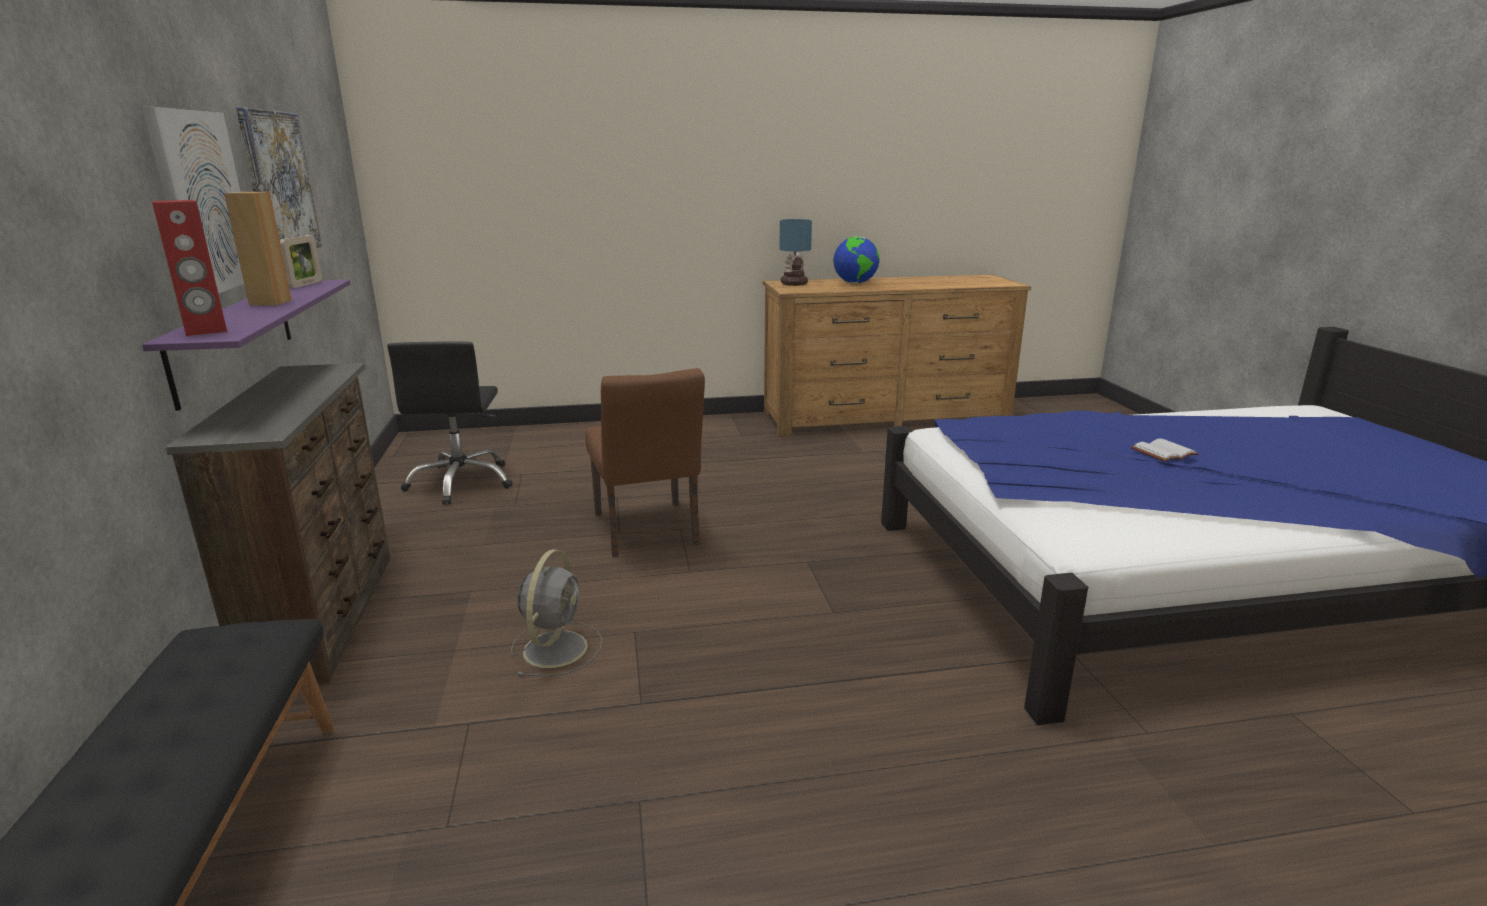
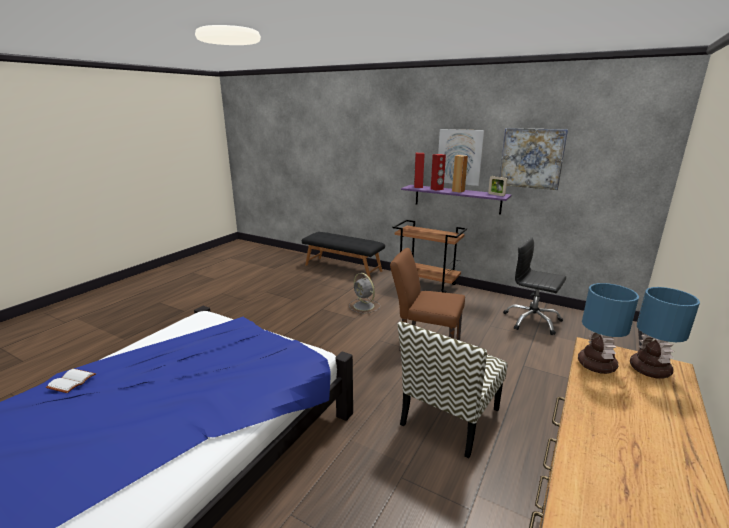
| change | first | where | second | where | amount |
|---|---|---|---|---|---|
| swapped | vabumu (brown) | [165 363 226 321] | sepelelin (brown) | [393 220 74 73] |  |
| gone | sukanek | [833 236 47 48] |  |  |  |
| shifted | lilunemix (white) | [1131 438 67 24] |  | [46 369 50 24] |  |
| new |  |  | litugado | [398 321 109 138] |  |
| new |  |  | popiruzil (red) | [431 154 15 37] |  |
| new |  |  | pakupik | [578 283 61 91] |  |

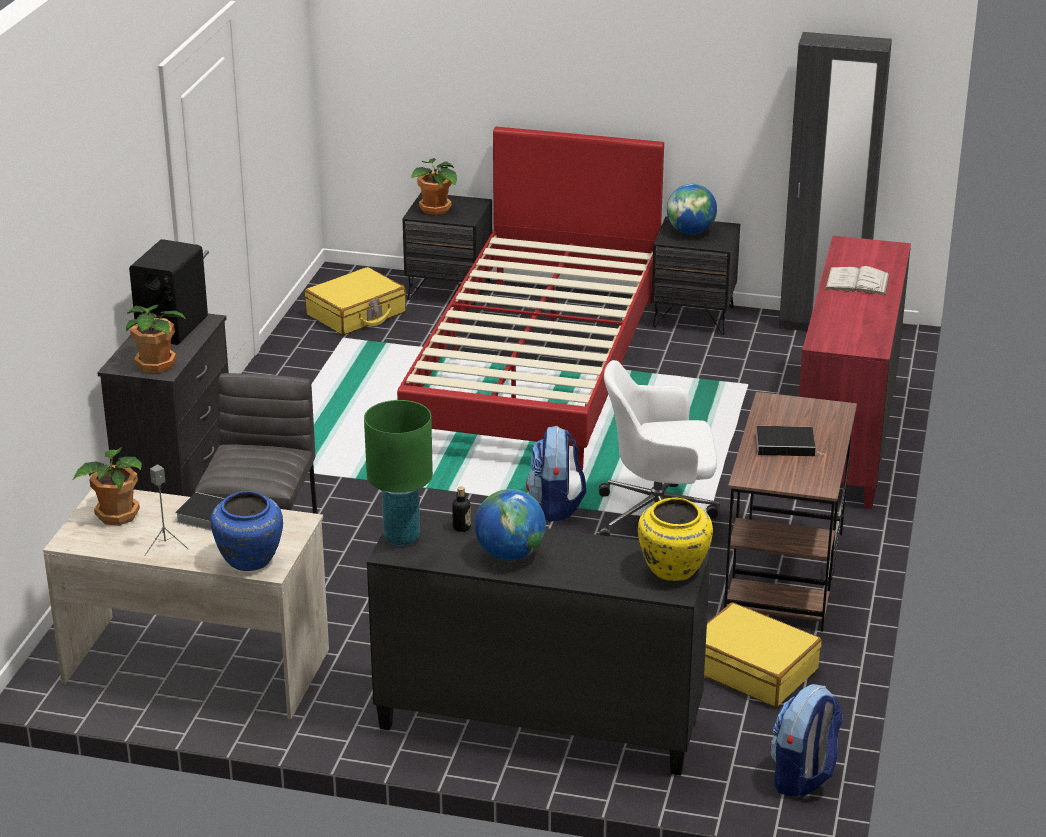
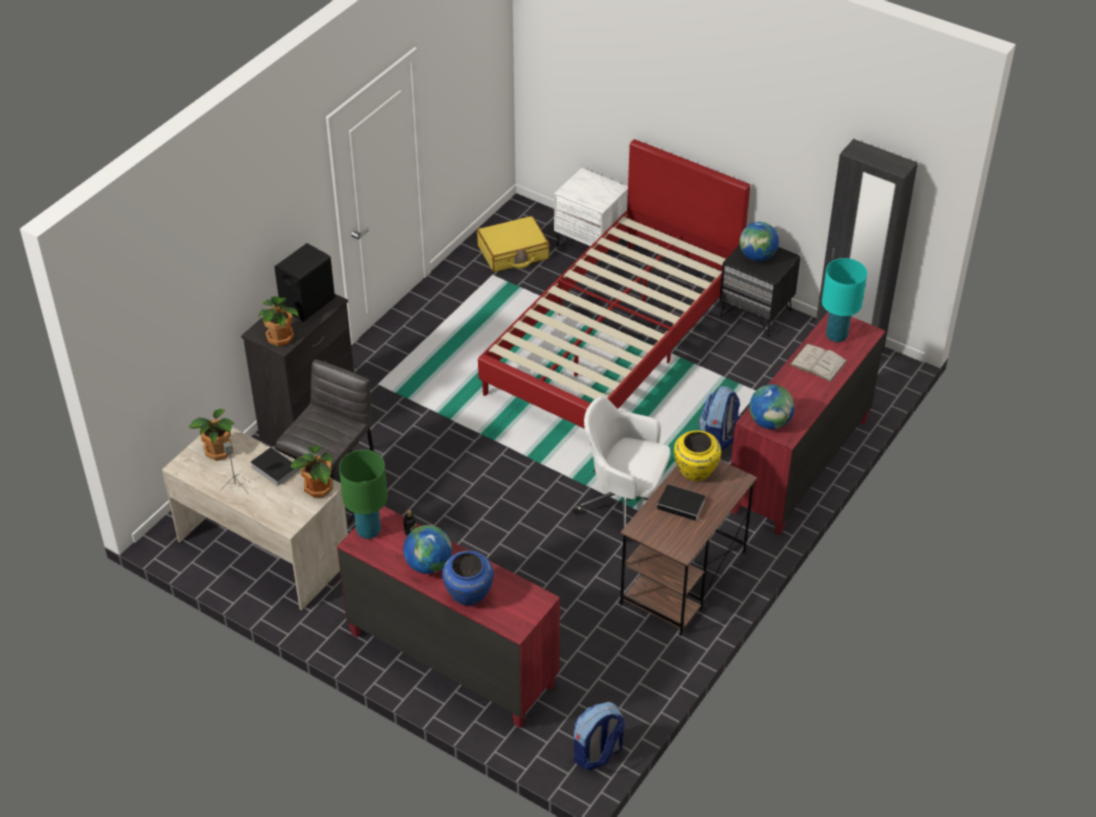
| change | first | where | second | where | amount |
|---|---|---|---|---|---|
| shifted | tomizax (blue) | [211 491 72 80] |  | [442 551 52 55] |  |
| repainted | vabumu (black) | [367 512 344 263] | vabumu (red) | [337 506 223 222] |  |
| repainted | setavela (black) | [403 192 89 113] | setavela (white) | [554 168 74 98] |  |
| shifted | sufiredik | [411 158 46 57] |  | [290 445 44 53] |  |
| shifted | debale | [526 426 60 96] |  | [699 386 41 65] |  |
| shifted | tomizax (yellow) | [638 497 75 84] |  | [674 430 47 51] |  |
| gone | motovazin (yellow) | [704 602 118 105] |  |  |  |
| new |  |  | sukanek | [749 384 46 45] |  |
| new |  |  | pakupik (turquoise) | [822 258 45 84] |  |

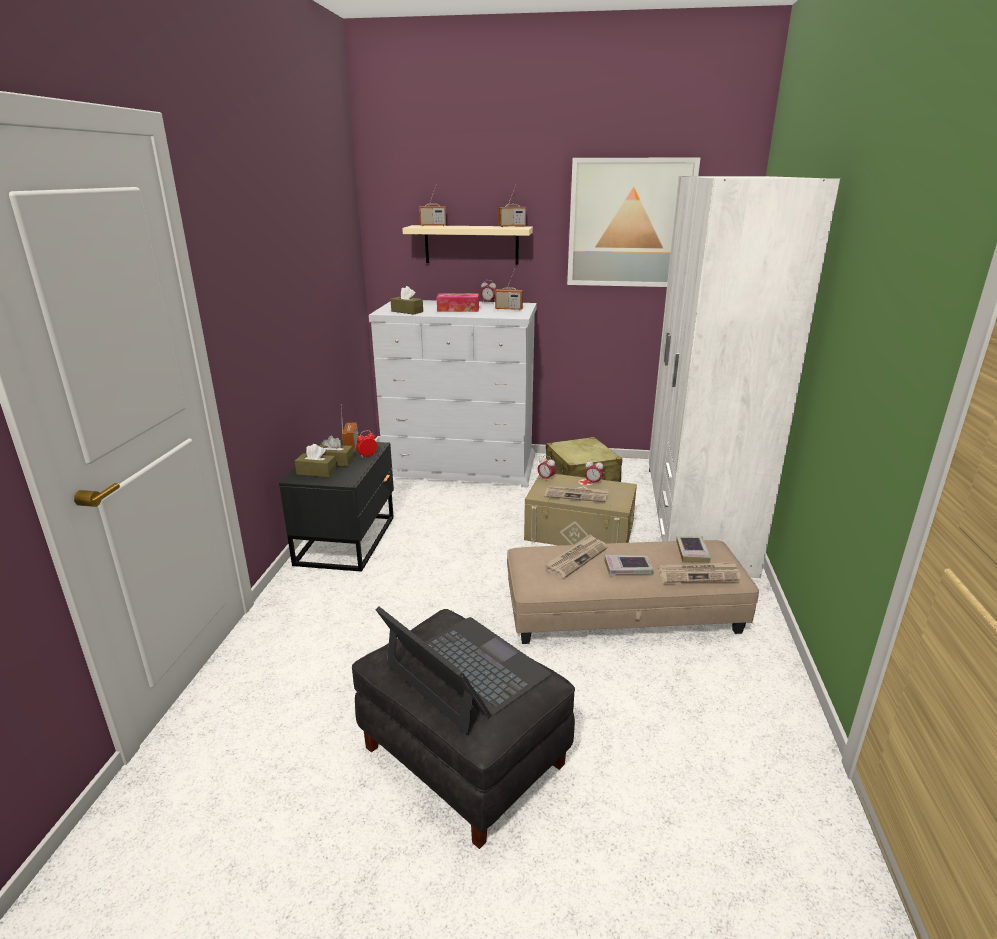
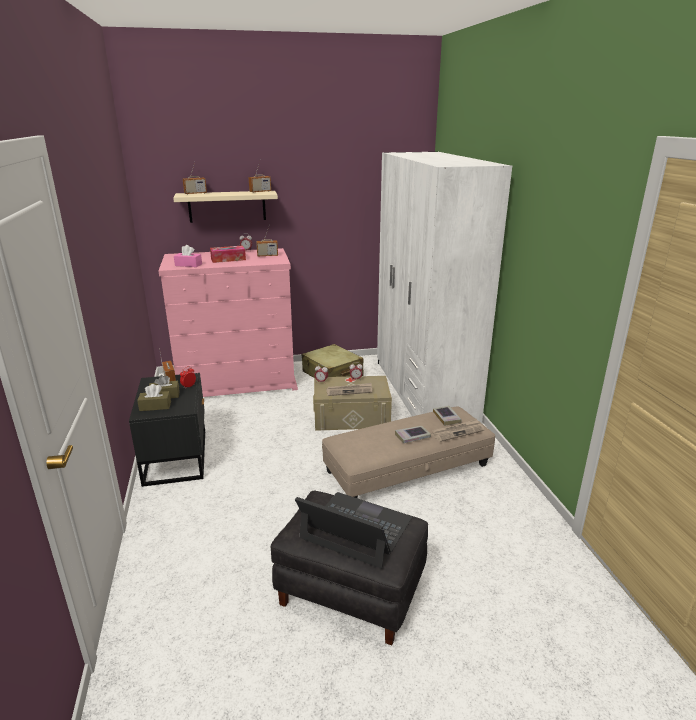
| change | first | where | second | where | amount |
|---|---|---|---|---|---|
| repainted | vabumu (white) | [369 300 168 188] | vabumu (pink) | [158 248 140 149] |  |
| repainted | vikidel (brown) | [391 286 32 29] | vikidel (pink) | [174 245 28 22] |  |
| gone | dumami | [545 534 62 44] |  |  |  |
| gone | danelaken | [567 158 133 129] |  |  |  |

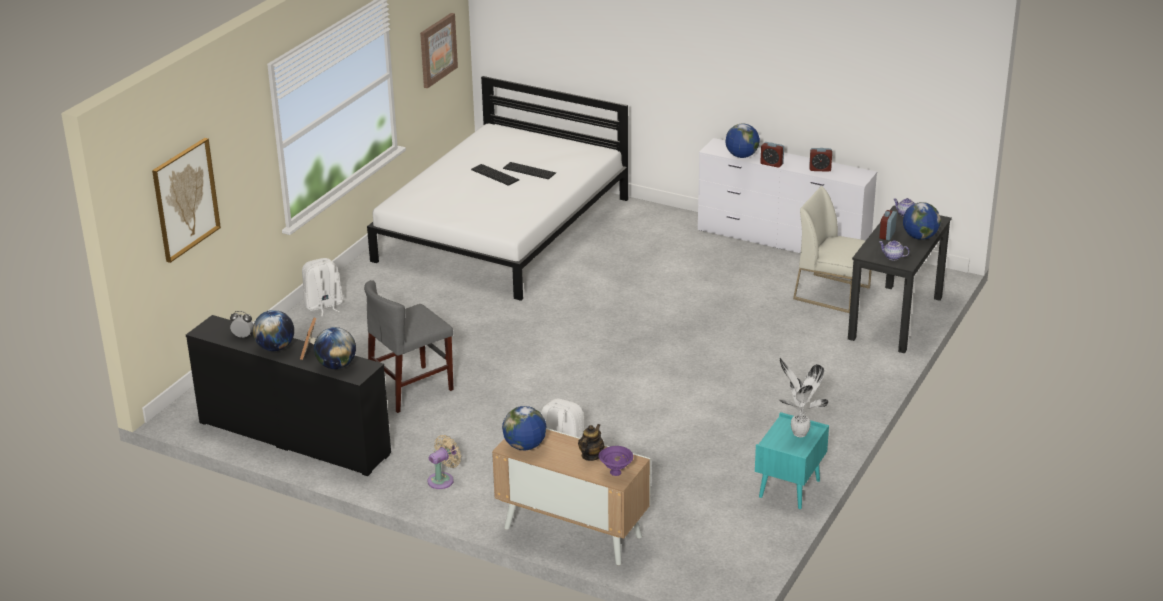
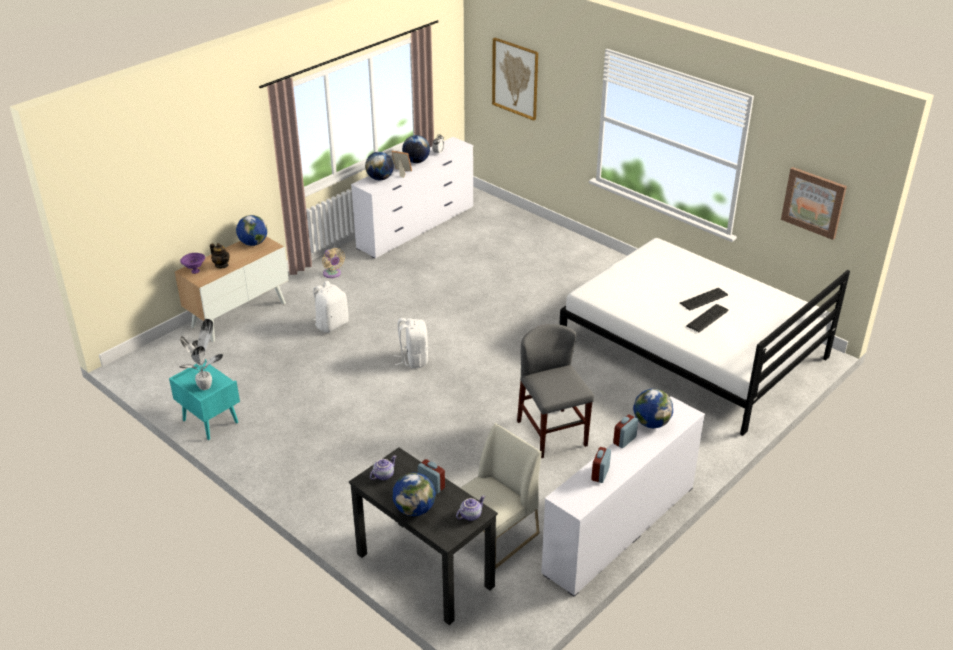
| change | first | where | second | where | amount |
|---|---|---|---|---|---|
| repainted | vabumu (black) | [186 315 205 161] | vabumu (white) | [351 137 122 121] |  |
| shifted | debale (white) | [302 258 41 58] |  | [394 318 34 50] |  |
| shifted | litugado (grey) | [364 280 90 133] |  | [517 324 77 134] |  |

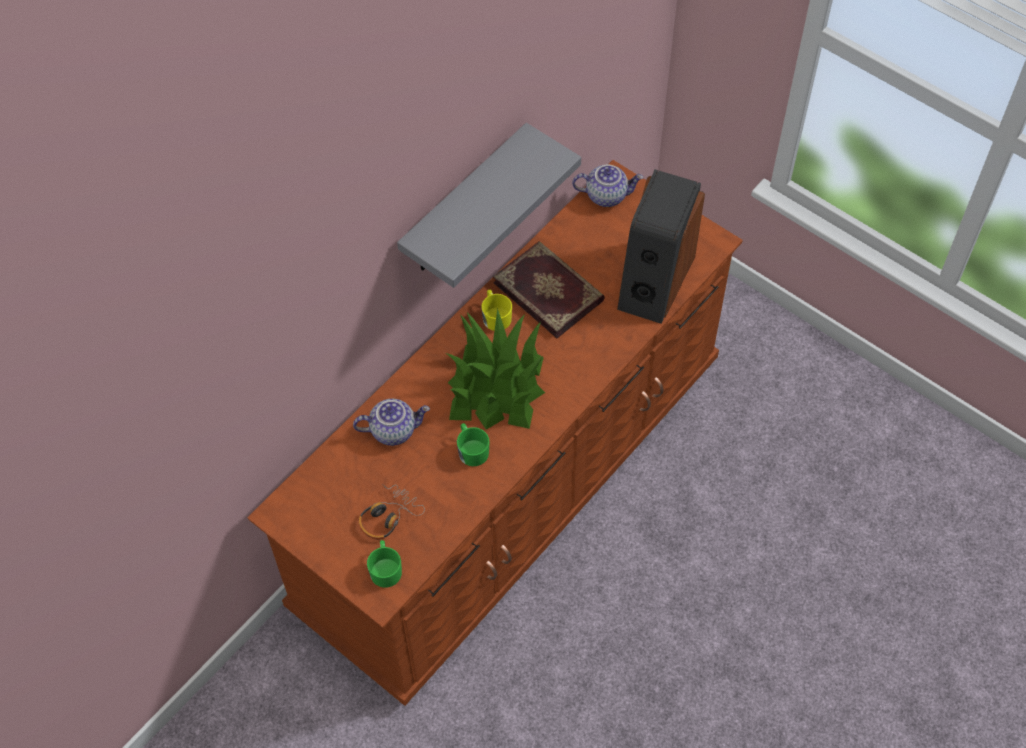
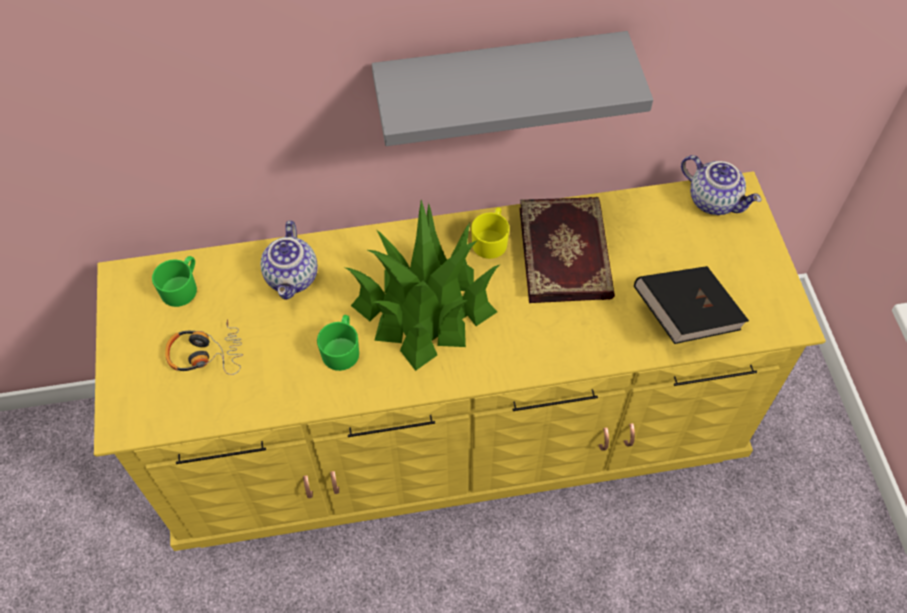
| change | first | where | second | where | amount |
|---|---|---|---|---|---|
| repainted | vabumu (brown) | [248 160 495 546] | vabumu (yellow) | [94 172 732 379] |  |
| rotated | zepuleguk | [353 399 77 47] |  | [261 221 57 79] | 60 degrees clockwise |
| shifted | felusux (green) | [367 540 35 48] |  | [152 256 45 51] |  |
| swapped | popiruzil | [617 169 88 155] | lilunemix (black) | [634 266 115 78] |  |

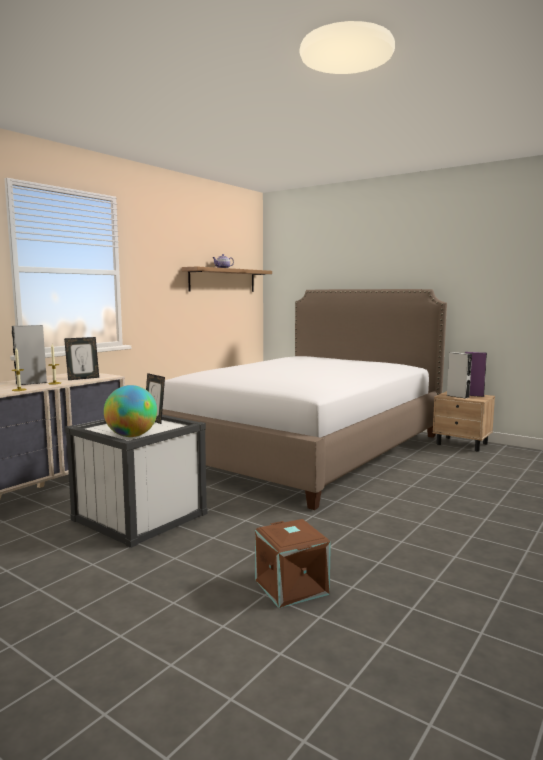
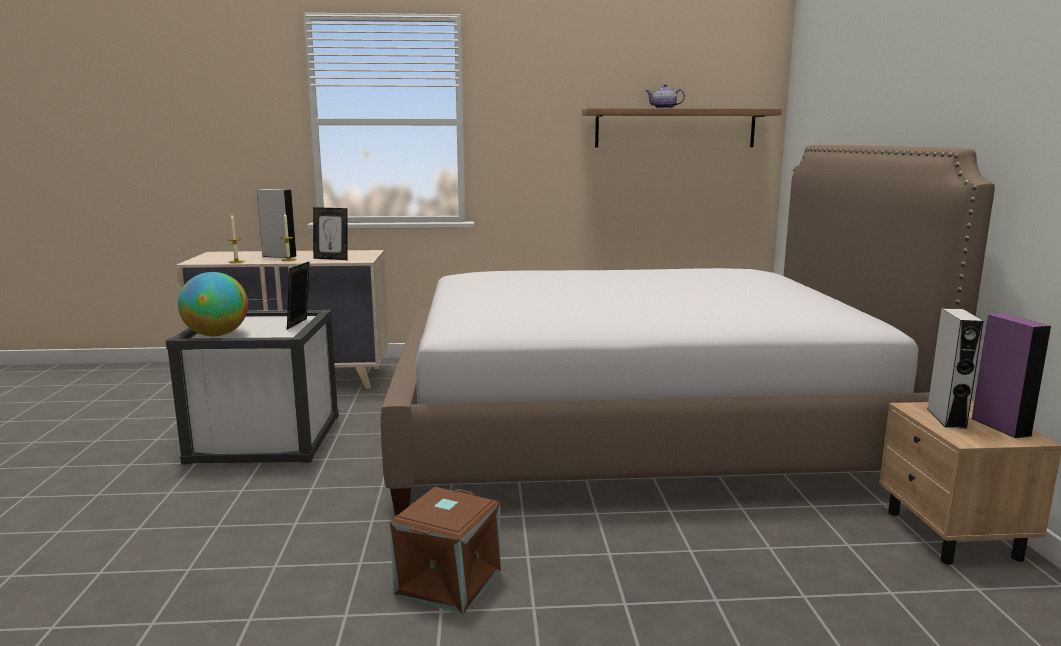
| change | first | where | second | where | amount |
|---|---|---|---|---|---|
| shifted | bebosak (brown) | [255 519 76 89] |  | [390 487 111 128] |  |

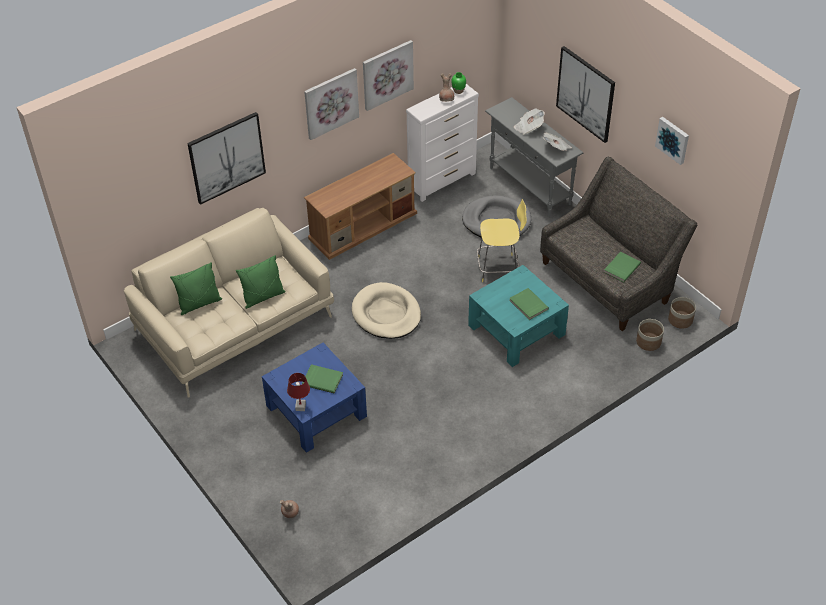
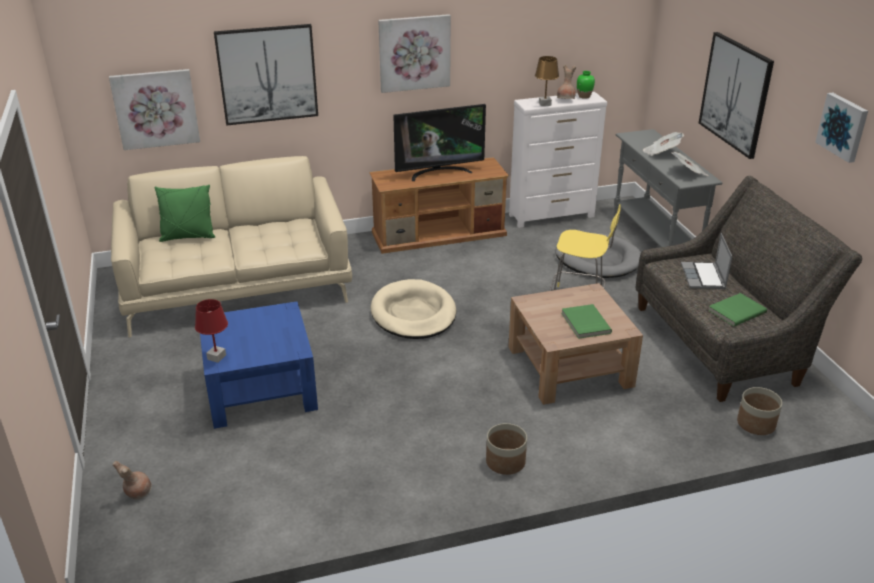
| change | first | where | second | where | amount |
|---|---|---|---|---|---|
| gone | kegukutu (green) | [236 255 50 54] |  |  |  |
| gone | lilunemix (green) | [302 364 41 29] |  |  |  |
| shifted | danelaken | [363 40 51 71] |  | [109 69 91 81] |  |
| repainted | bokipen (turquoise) | [468 265 101 102] | bokipen (brown) | [508 283 135 122] |  |
| shifted | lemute | [668 297 28 32] |  | [486 423 41 52] |  |
| new |  |  | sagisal | [393 104 93 77] |  |
| new |  |  | pakupik (brown) | [535 56 24 50] |  |
| new |  |  | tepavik | [681 233 51 56] |  |

